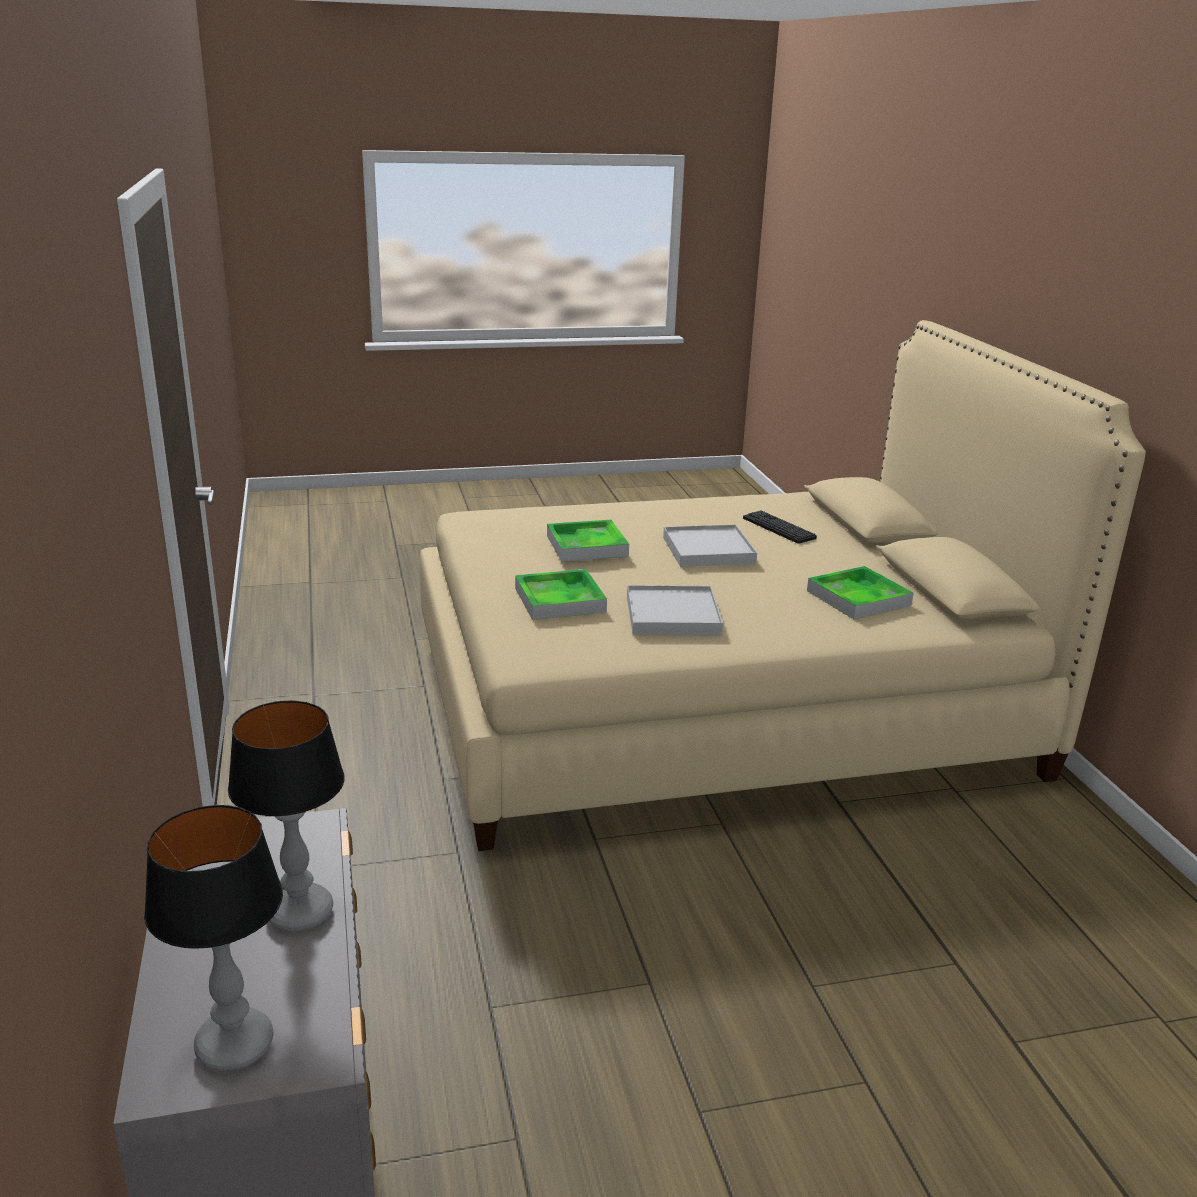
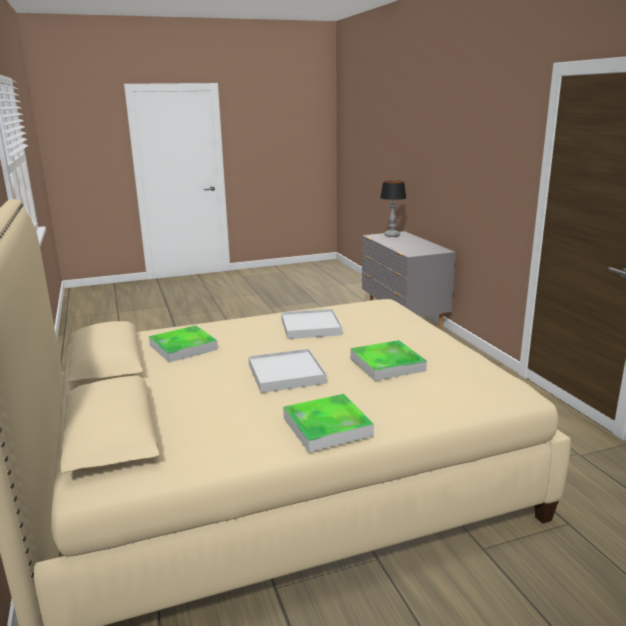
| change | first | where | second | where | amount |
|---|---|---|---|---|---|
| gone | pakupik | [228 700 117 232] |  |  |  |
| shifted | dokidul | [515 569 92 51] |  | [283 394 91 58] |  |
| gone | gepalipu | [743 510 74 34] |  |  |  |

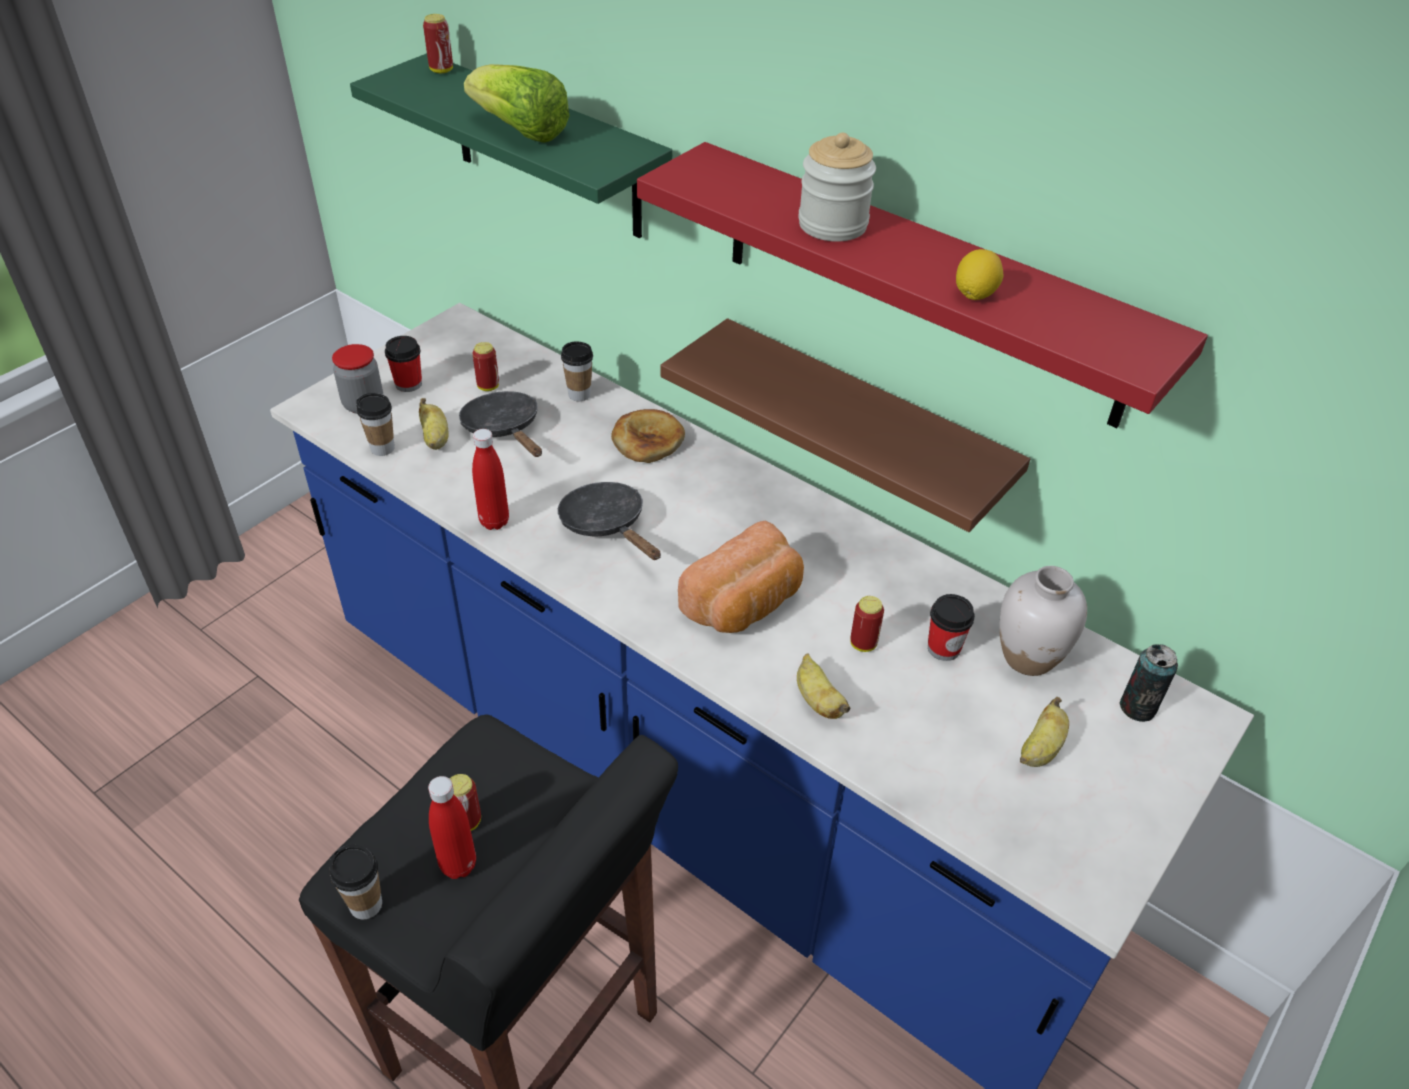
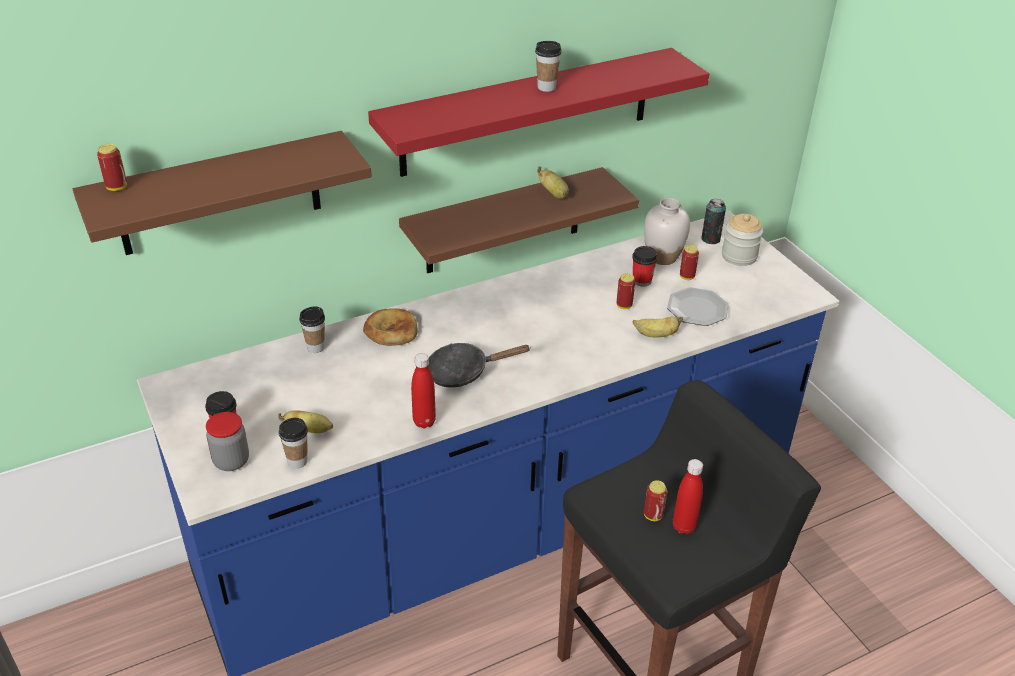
| change | first | where | second | where | amount |
|---|---|---|---|---|---|
| shifted | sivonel | [329 845 53 74] |  | [535 41 26 51] |  |
| repainted | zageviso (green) | [350 53 322 185] | zageviso (brown) | [73 131 299 124] |  |
| gone | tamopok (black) | [459 391 83 66] |  |  |  |
| gone | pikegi | [464 64 105 79] |  |  |  |
| shifted | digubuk | [473 342 26 49] |  | [680 245 19 35] |  |
| gone | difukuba | [678 521 126 112] |  |  |  |
| shifted | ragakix | [798 133 78 109] |  | [722 214 41 52] |  |
| gone | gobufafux | [956 249 48 51] |  |  |  |
| shifted | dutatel | [1020 697 49 70] |  | [537 167 32 32] |  |
| new |  |  | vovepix | [667 287 62 39] |  |

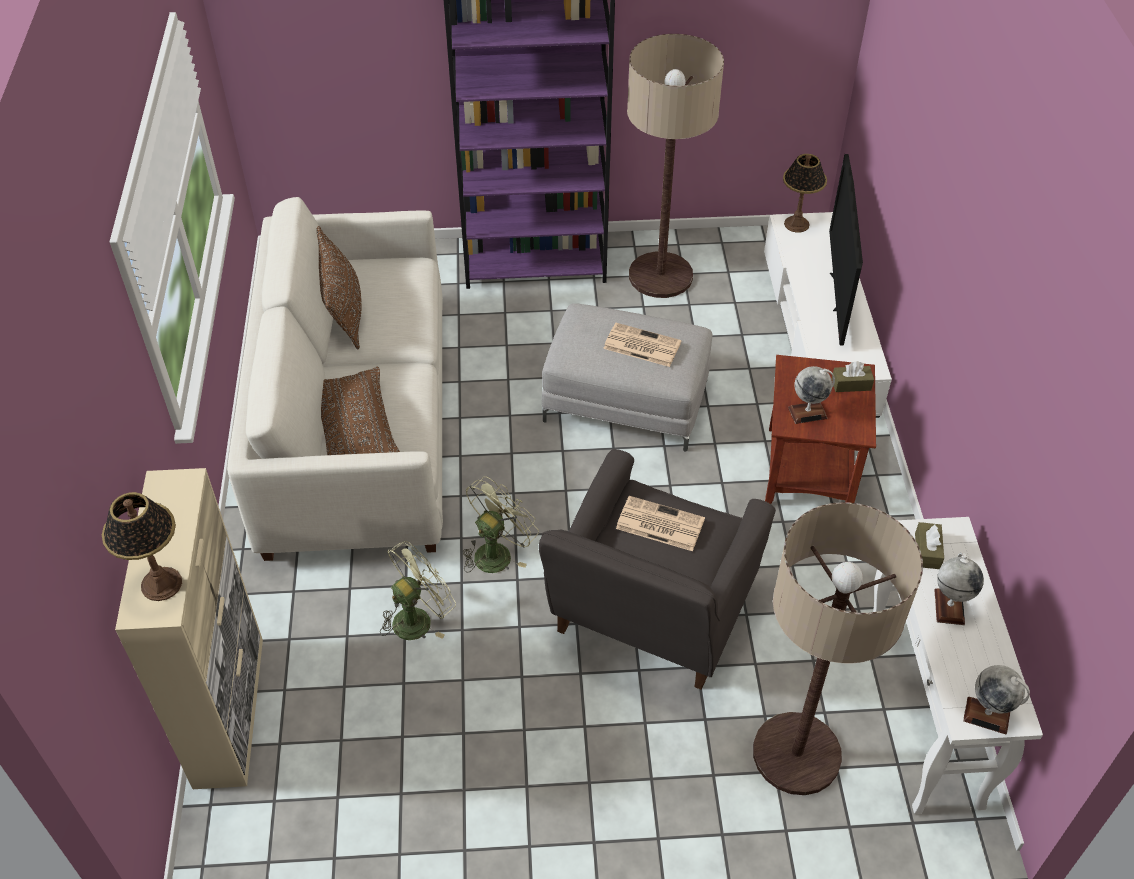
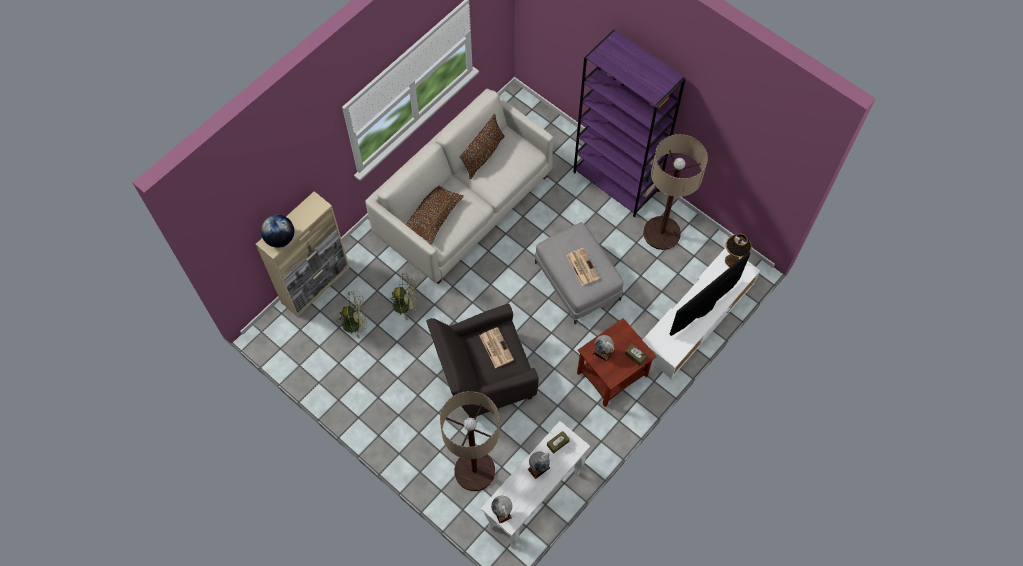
| change | first | where | second | where | amount |
|---|---|---|---|---|---|
| swapped | pakupik | [102 492 80 109] | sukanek | [261 215 33 33] |  |
| shifted | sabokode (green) | [463 476 76 97] |  | [337 291 30 47] |  |

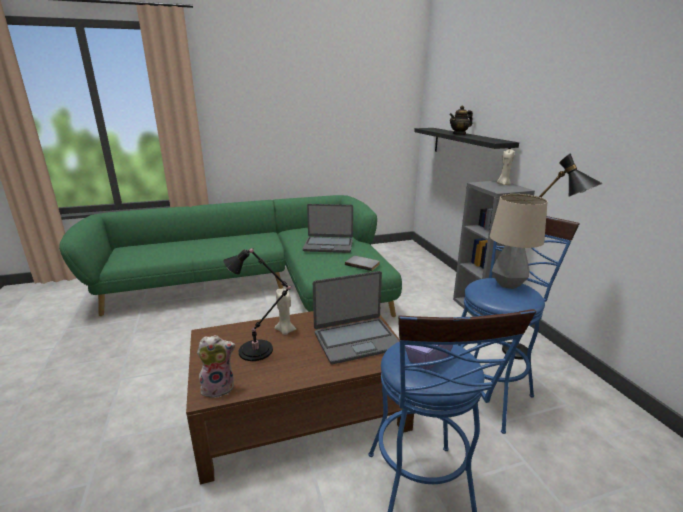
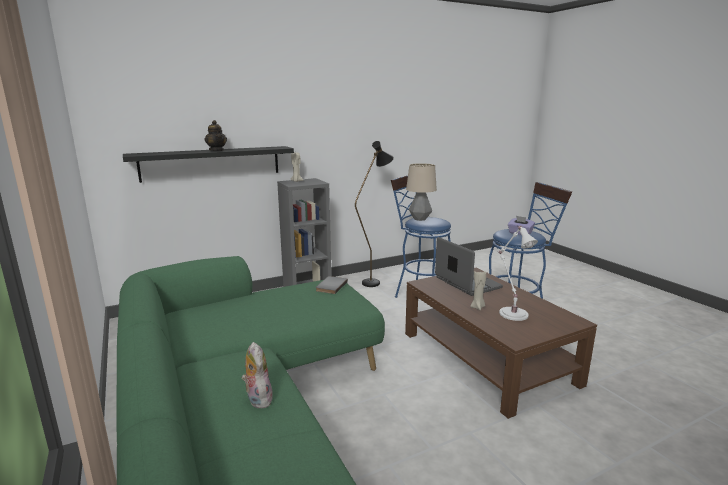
| change | first | where | second | where | amount |
|---|---|---|---|---|---|
| shifted | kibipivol | [197 335 38 63] |  | [241 342 32 66] |  |
| repainted | pakupik (black) | [223 248 69 113] | pakupik (white) | [498 226 40 95] |  |
| gone | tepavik | [303 204 50 49] |  |  |  |

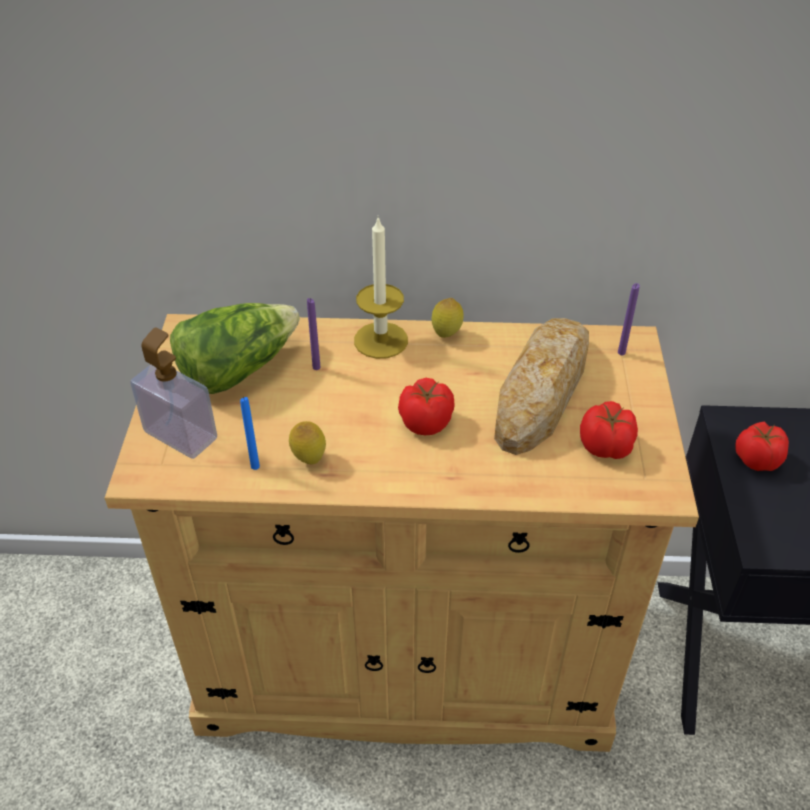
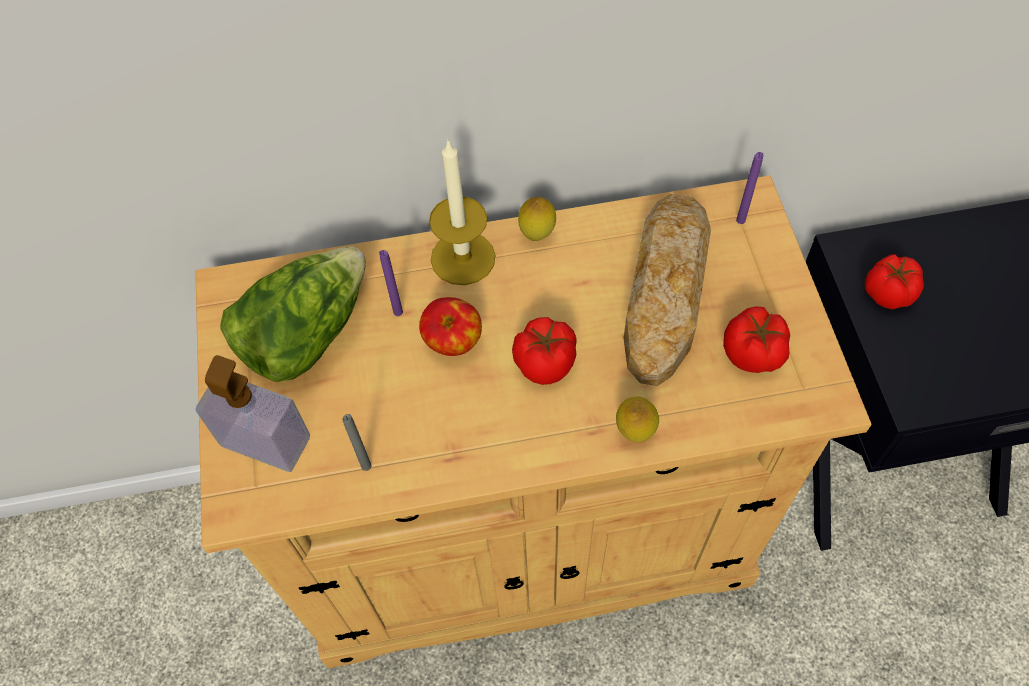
| change | first | where | second | where | amount |
|---|---|---|---|---|---|
| repainted | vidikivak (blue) | [240 397 20 73] | vidikivak (grey) | [342 414 30 57] |  |
| shifted | gobufafux | [289 421 37 43] |  | [616 396 43 46] |  |
| new |  |  | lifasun | [419 297 63 59] |  |

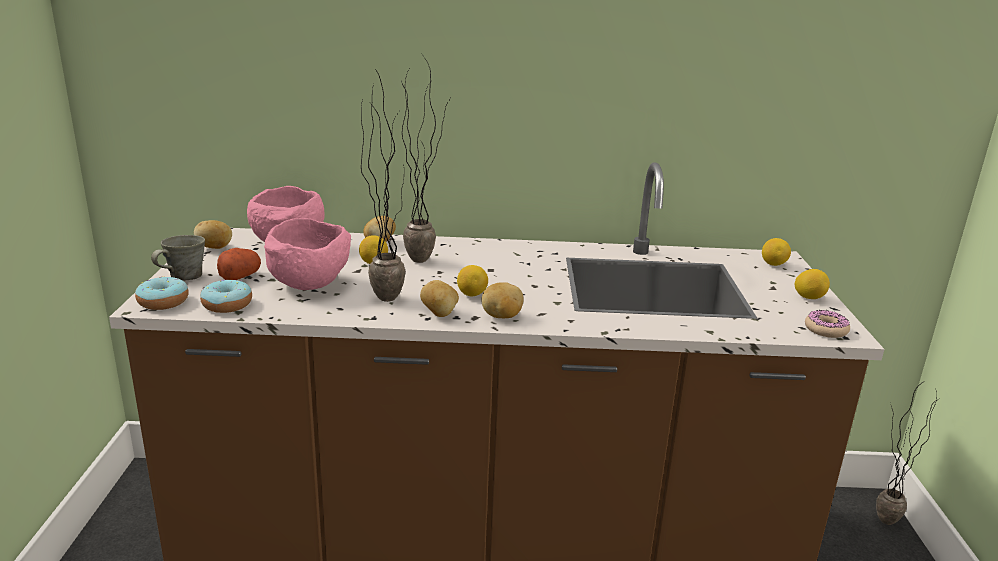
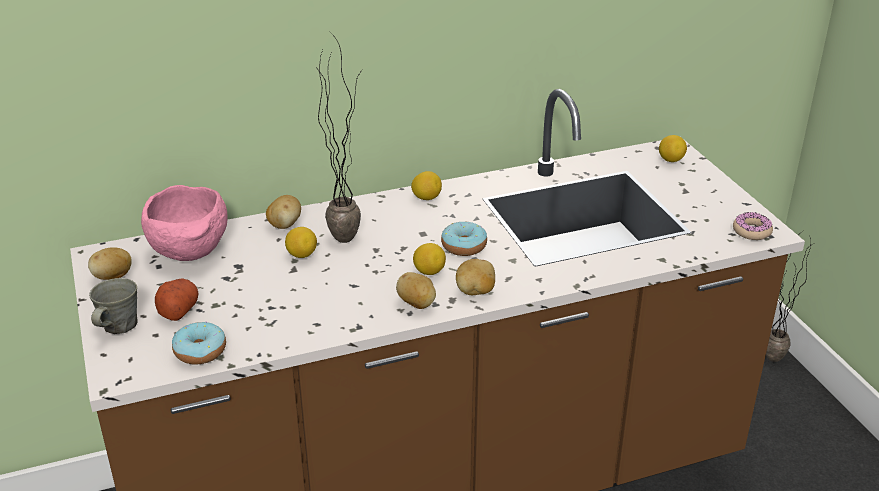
| change | first | where | second | where | amount |
|---|---|---|---|---|---|
| shifted | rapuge | [135 277 54 33] |  | [441 222 46 34] |  |
| gone | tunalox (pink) | [264 218 87 72] |  |  |  |
| gone | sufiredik | [361 69 45 233] |  |  |  |
| shifted | gobufafux | [794 269 36 30] |  | [411 171 31 29] |  |

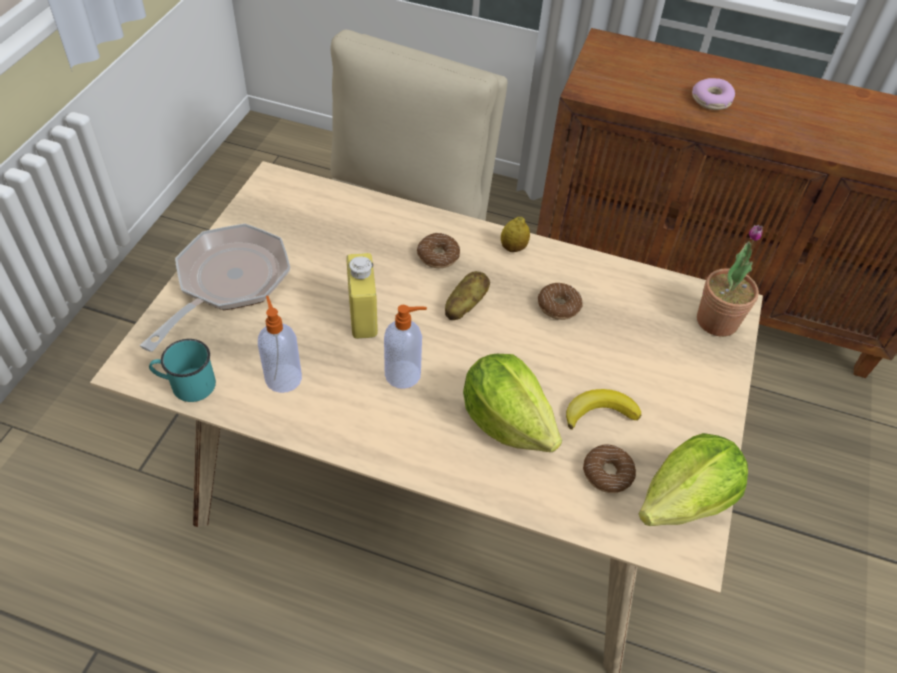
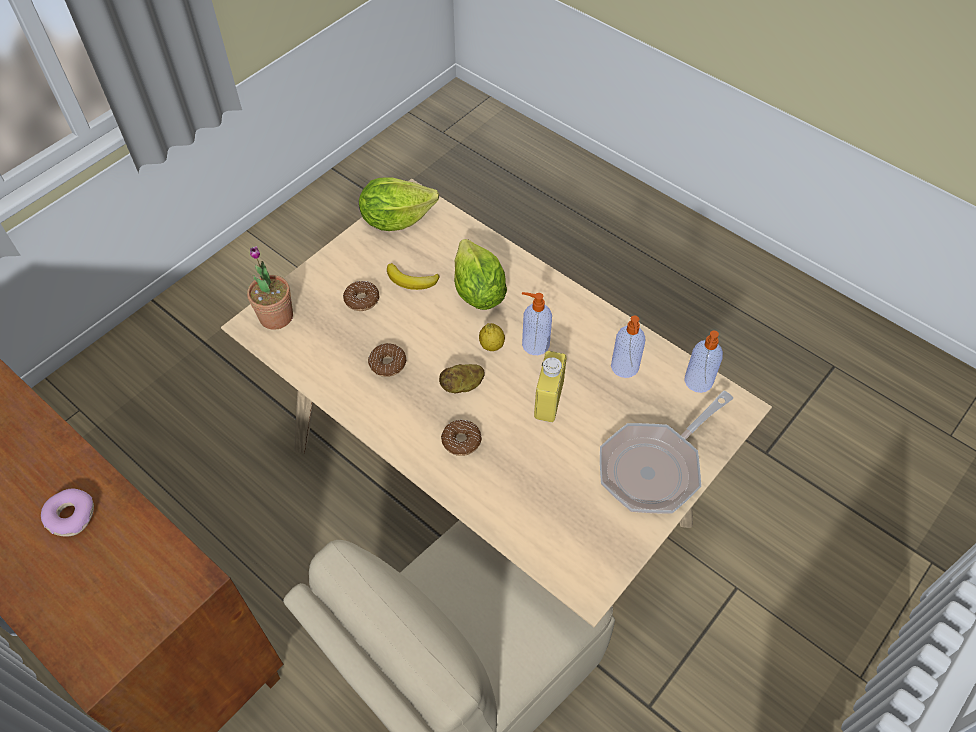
| change | first | where | second | where | amount |
|---|---|---|---|---|---|
| swapped | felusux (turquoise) | [149 339 67 63] | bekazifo | [684 330 39 63] |  |
| shifted | gobufafux | [501 217 29 35] |  | [479 323 26 28] |  |
| shifted | rapuge | [583 445 53 48] |  | [343 281 37 30] |  |

